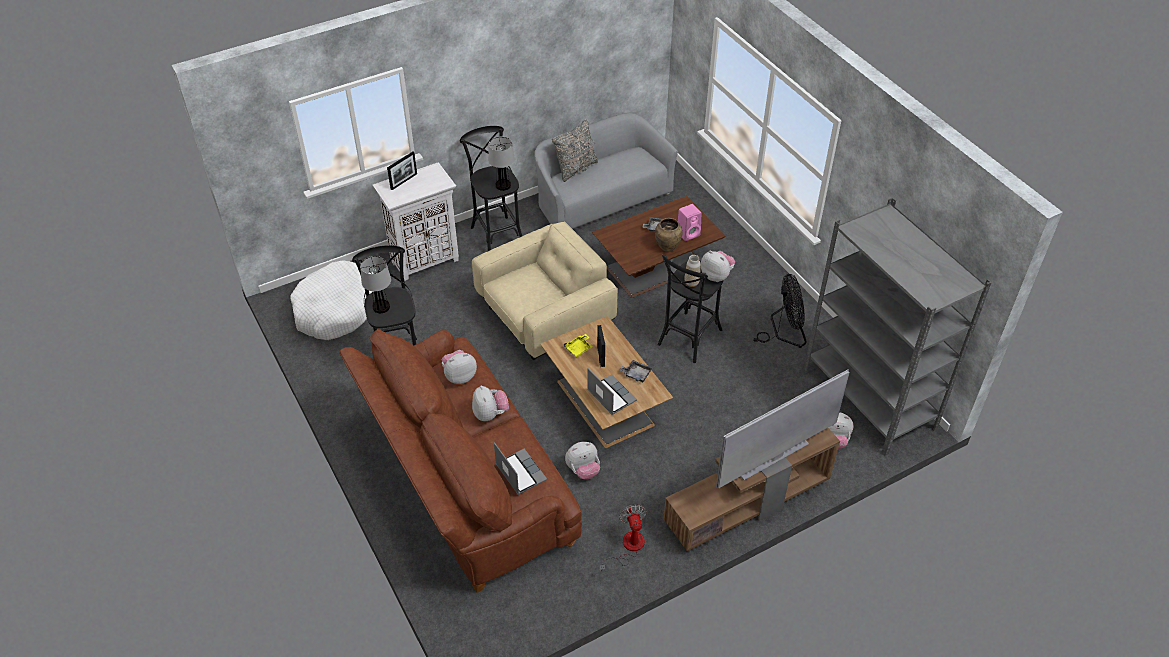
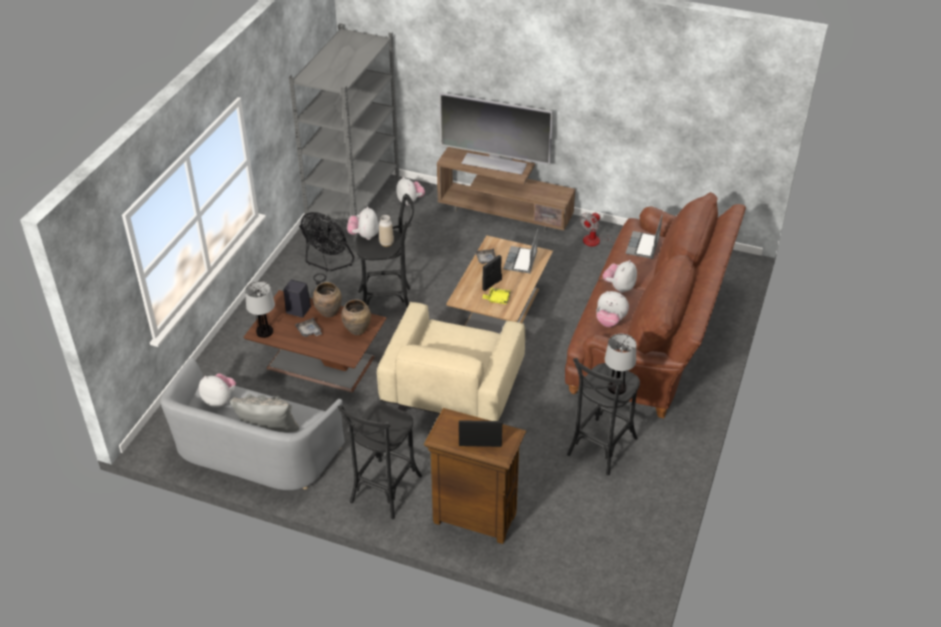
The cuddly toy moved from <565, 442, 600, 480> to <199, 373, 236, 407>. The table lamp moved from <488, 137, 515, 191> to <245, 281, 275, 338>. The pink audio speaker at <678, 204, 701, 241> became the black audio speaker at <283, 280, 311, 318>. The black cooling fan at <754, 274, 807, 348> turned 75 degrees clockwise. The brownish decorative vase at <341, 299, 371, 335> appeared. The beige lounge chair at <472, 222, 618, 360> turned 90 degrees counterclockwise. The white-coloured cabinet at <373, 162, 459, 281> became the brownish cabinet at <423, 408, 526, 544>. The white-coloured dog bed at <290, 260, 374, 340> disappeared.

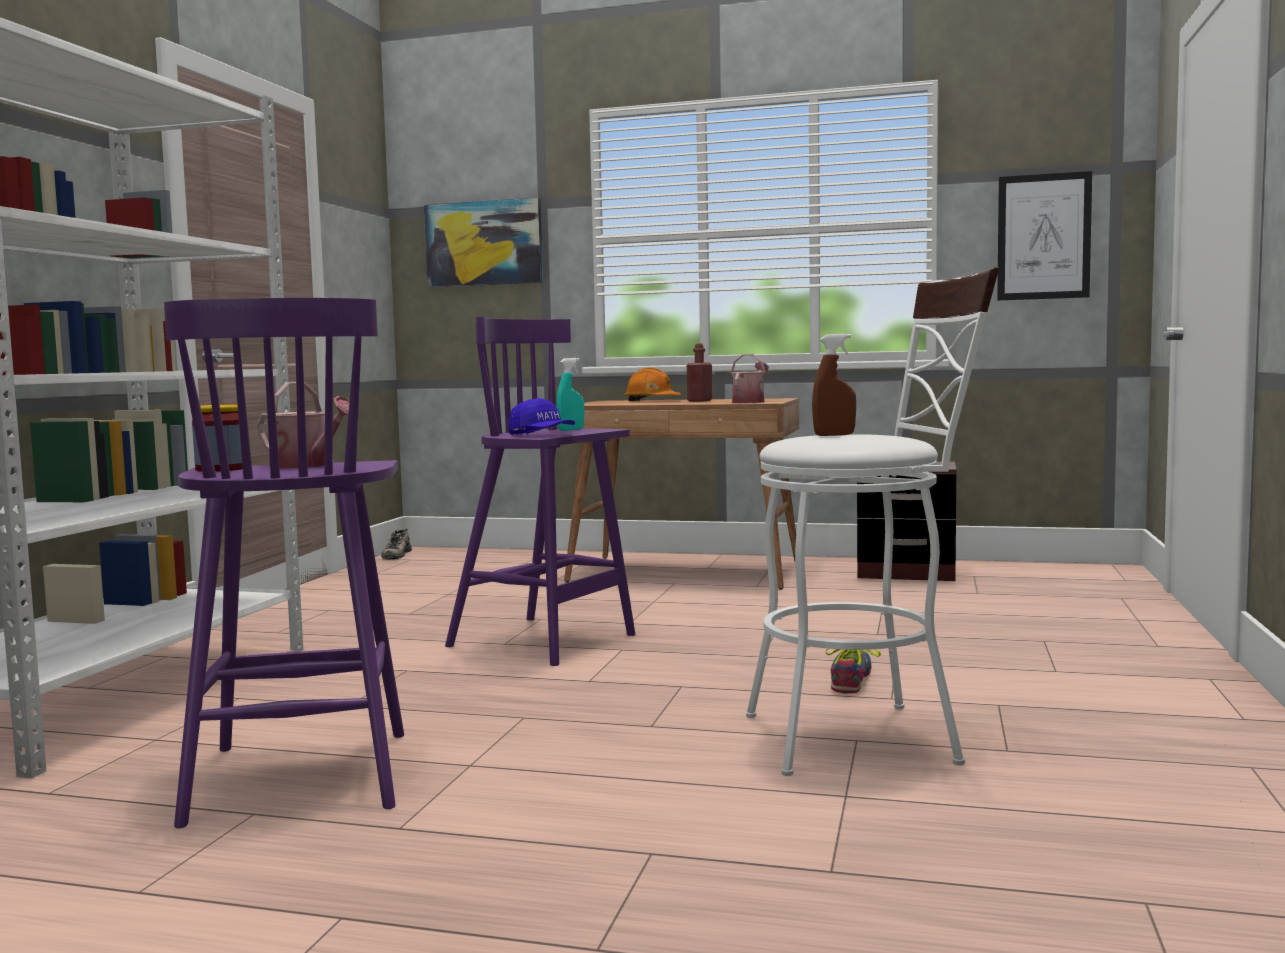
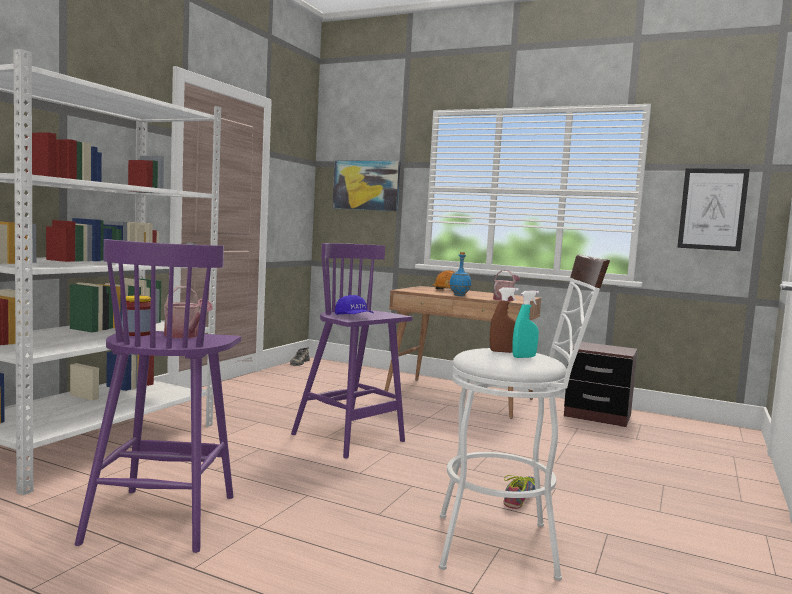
The blue-coloured bottle at <449, 252, 471, 296> appeared. The turquoise hand sprayer moved from <556, 358, 585, 431> to <512, 290, 539, 358>. The red-coloured bottle at <687, 344, 712, 402> disappeared.

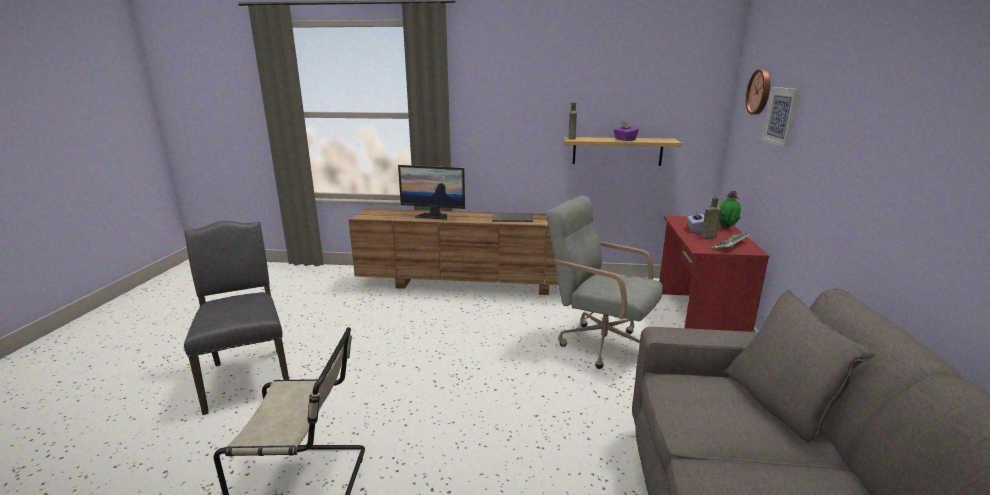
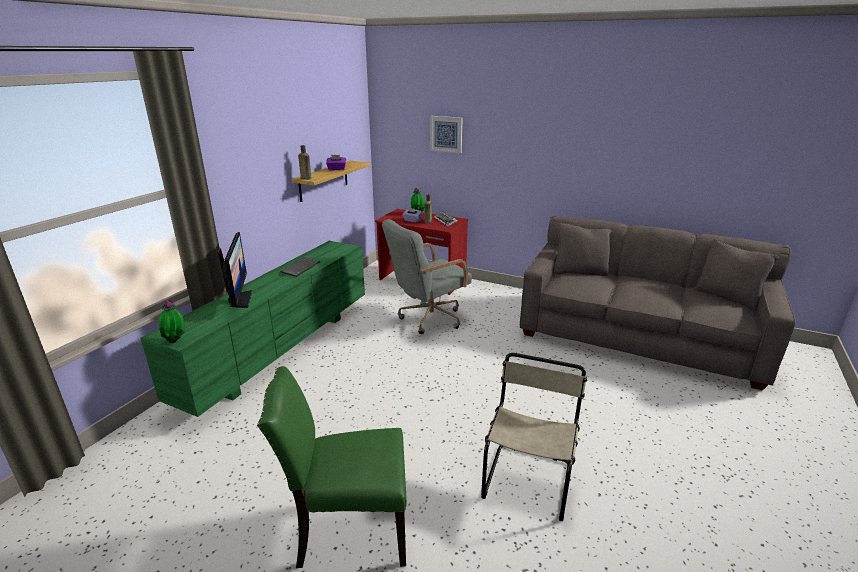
The brownish cabinet at <348, 209, 558, 295> became the greenish cabinet at <141, 241, 365, 417>. The plant in a pot at <159, 300, 185, 343> appeared. The computer screen at <398, 165, 465, 220> turned 45 degrees counterclockwise. The greyish plain chair at <184, 221, 289, 415> became the greenish plain chair at <257, 366, 407, 568>. The wall clock at <746, 69, 770, 115> disappeared.

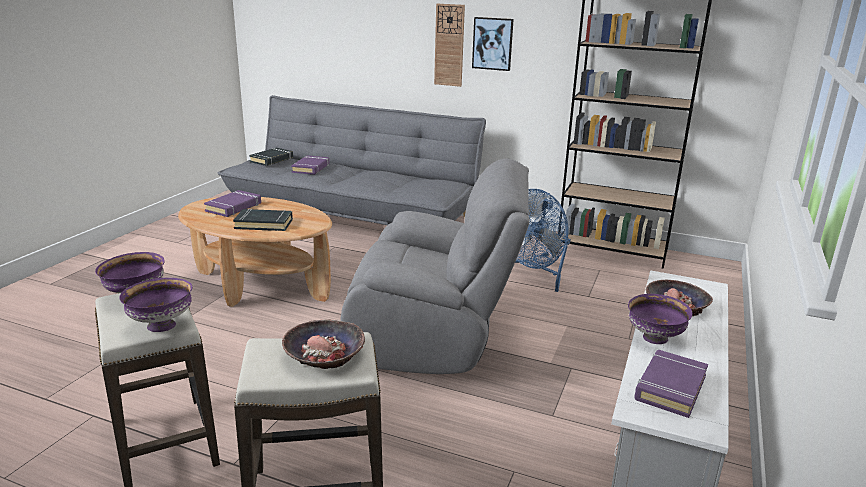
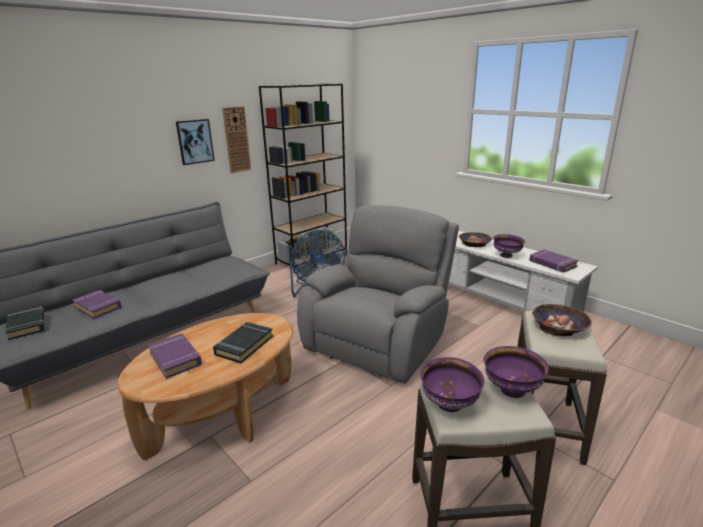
The wall clock moved from <434, 4, 465, 87> to <222, 106, 251, 173>.

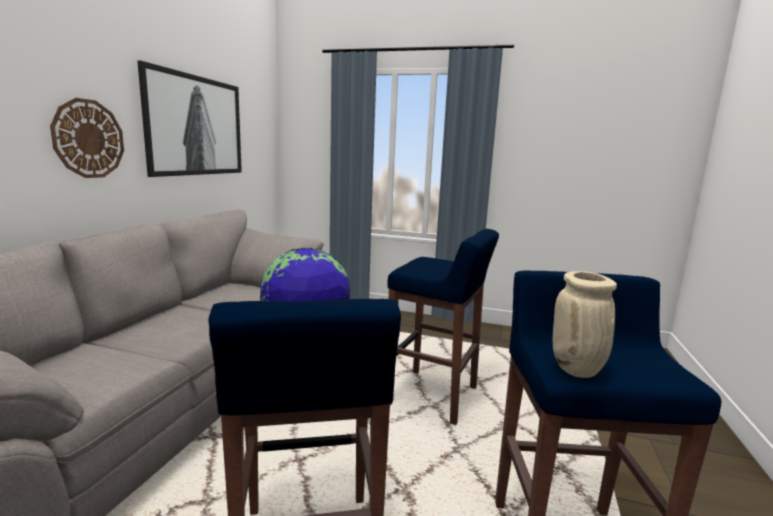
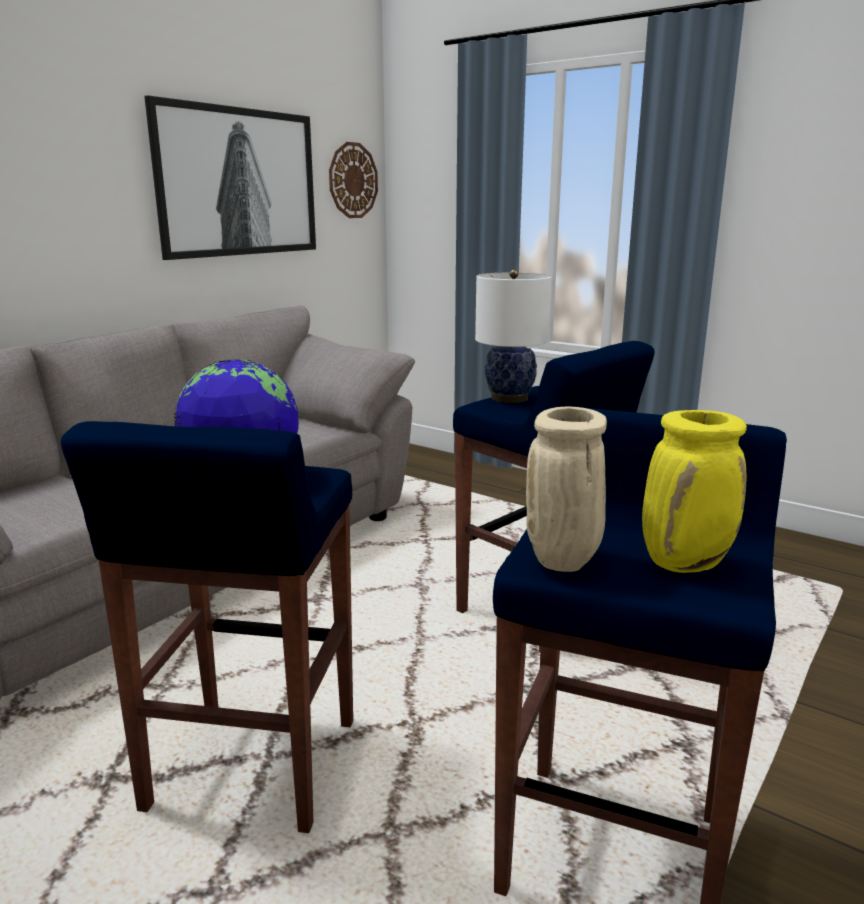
The wall clock moved from <50, 98, 124, 178> to <329, 142, 378, 218>. The white-coloured table lamp at <475, 269, 551, 403> appeared. The yellow-coloured decorative vase at <642, 410, 747, 573> appeared.

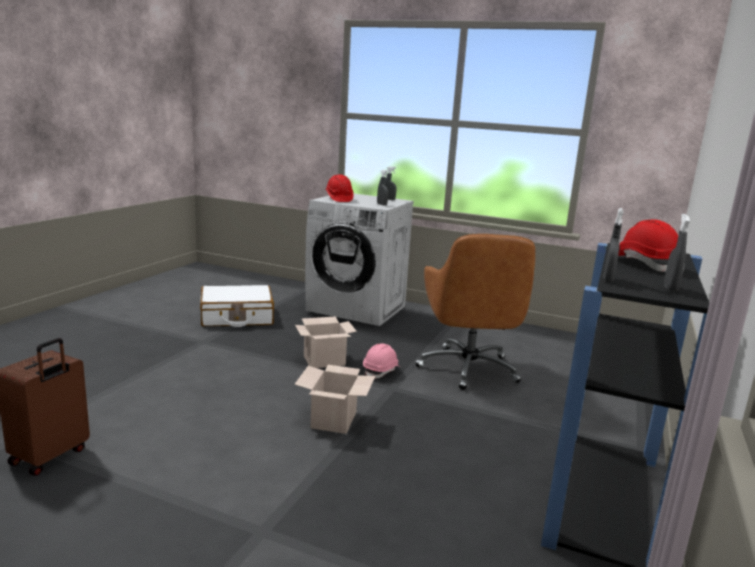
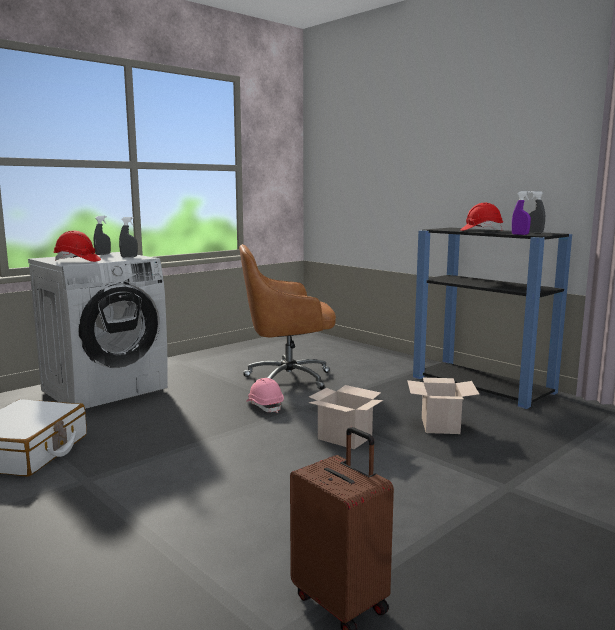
The brownish desk chair at <416, 234, 535, 390> turned 150 degrees clockwise. The carton moved from <295, 317, 357, 368> to <407, 378, 479, 434>. The greyish hand sprayer at <604, 208, 624, 282> became the purple-coloured hand sprayer at <512, 191, 531, 235>.

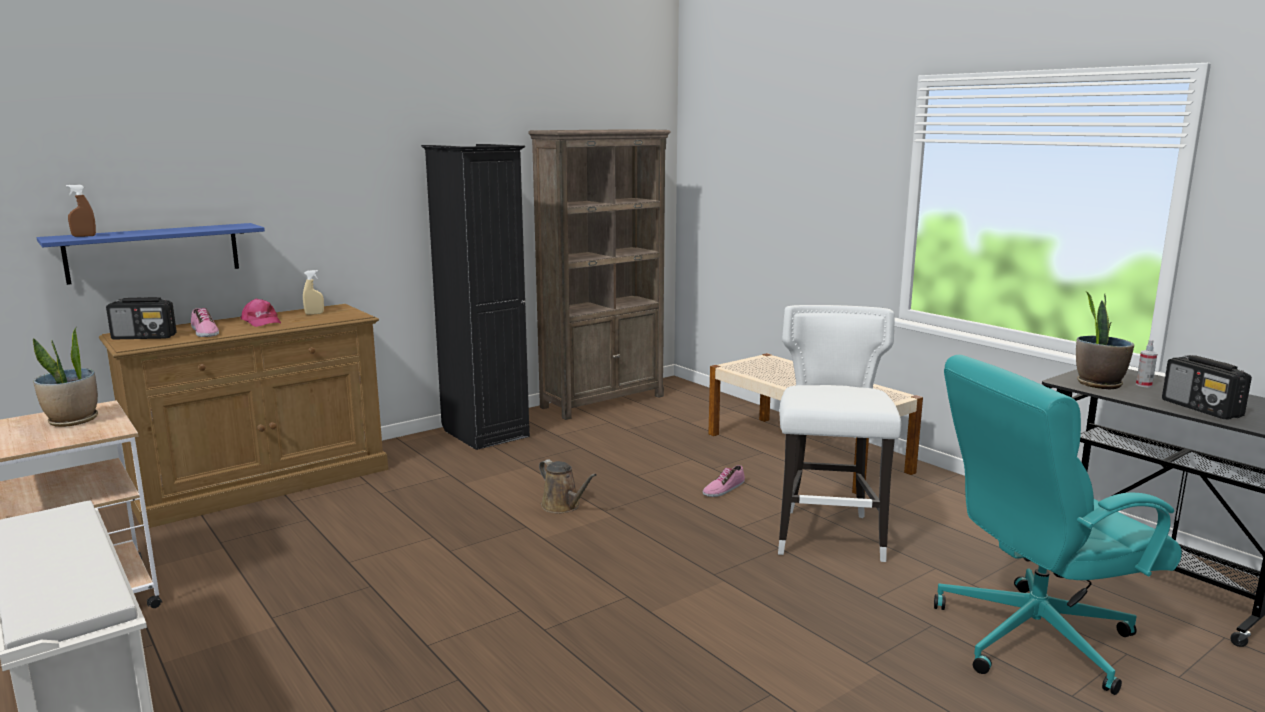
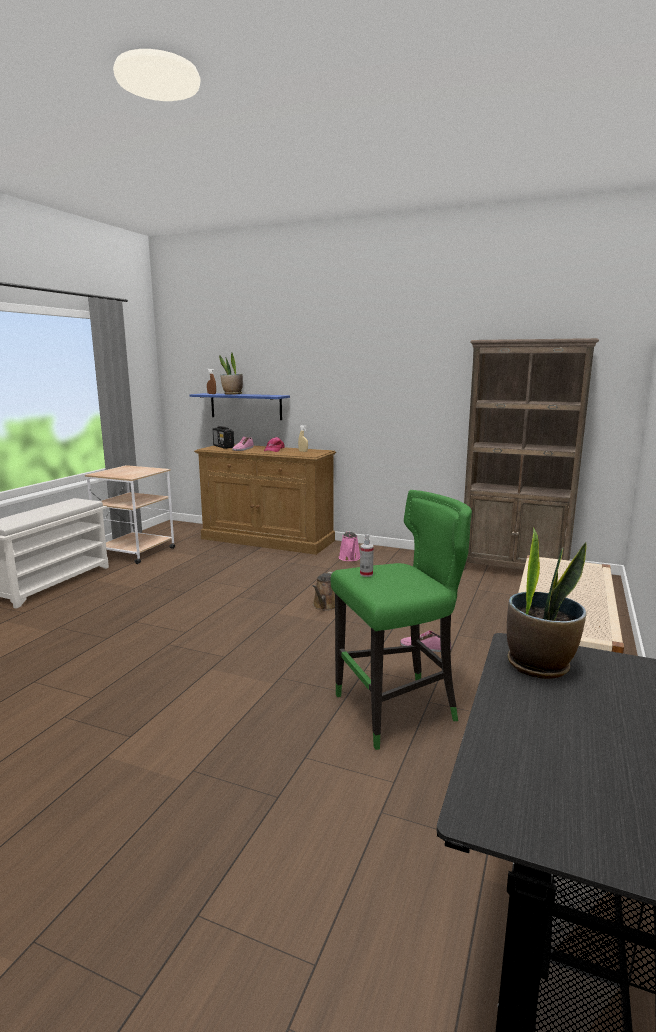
The plant in a pot moved from <33, 327, 98, 427> to <219, 353, 243, 395>. The white-coloured stool seat at <778, 305, 901, 562> became the greenish stool seat at <330, 490, 472, 750>. The pink watering pot at <339, 531, 360, 561> appeared. The hand sprayer moved from <1136, 339, 1158, 387> to <360, 534, 374, 577>. The black cabinet at <421, 144, 530, 450> disappeared. The turquoise desk chair at <934, 355, 1182, 695> disappeared. The radio at <1162, 355, 1252, 420> disappeared.

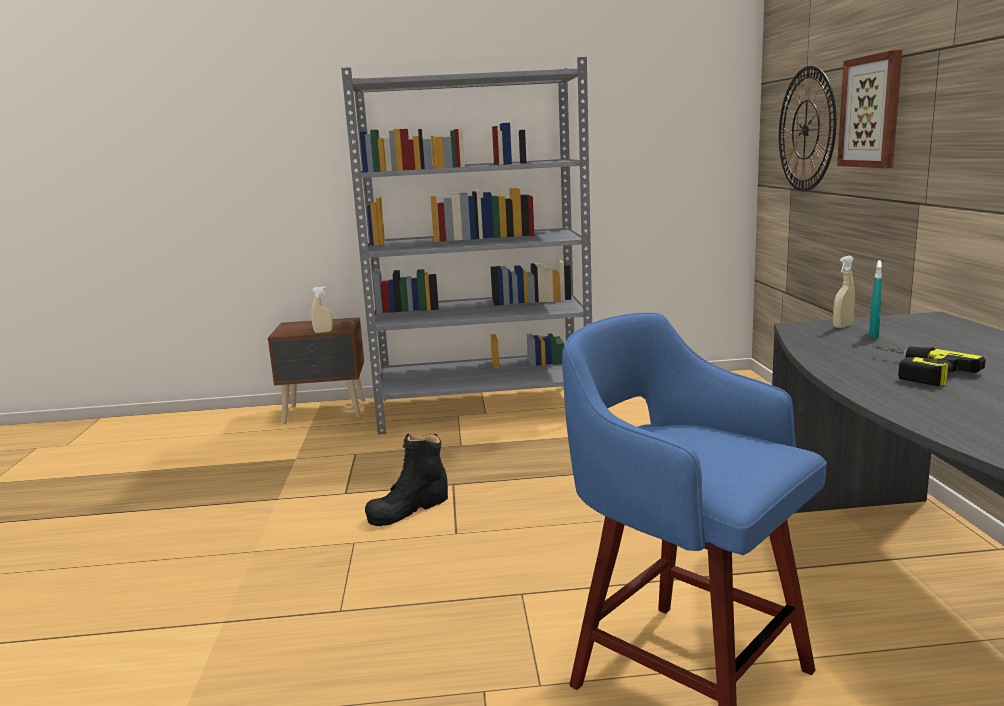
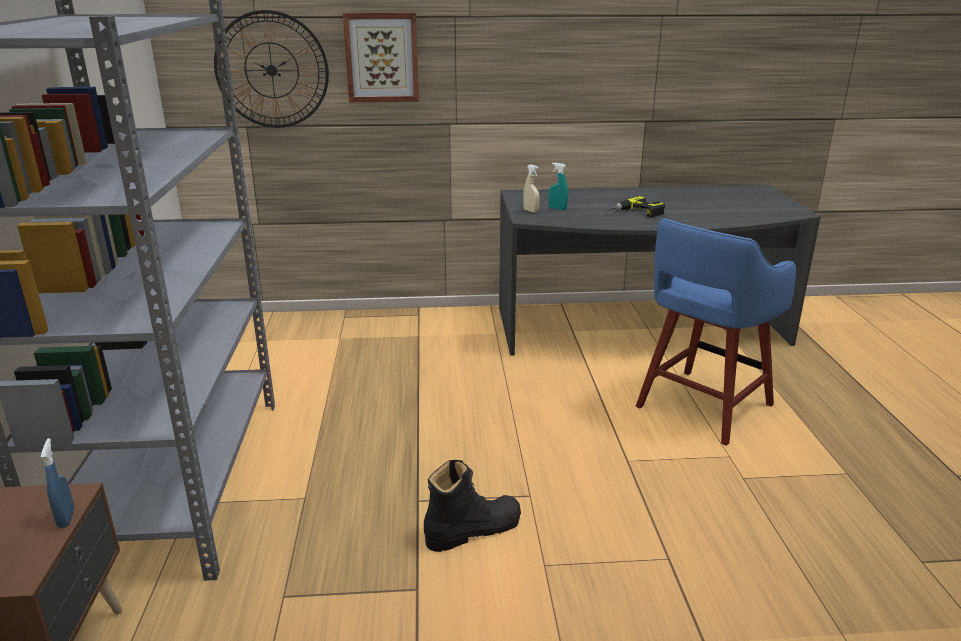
The beige hand sprayer at <311, 286, 333, 333> became the blue-coloured hand sprayer at <41, 438, 74, 528>. The black boot at <365, 433, 448, 526> turned 75 degrees counterclockwise.

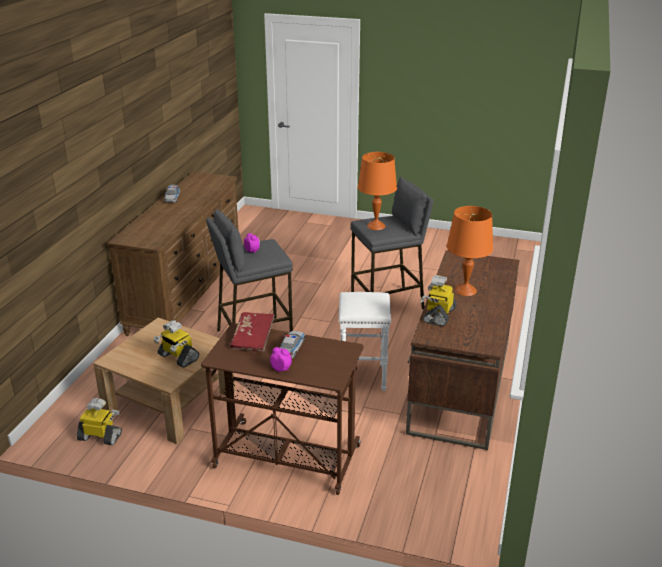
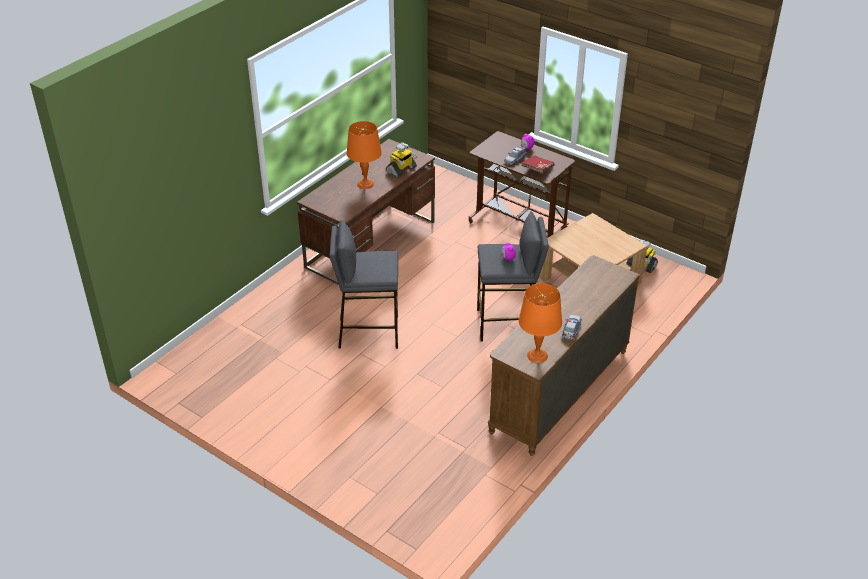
The orange table lamp moved from <358, 152, 397, 230> to <519, 283, 562, 363>. The robot figure at <153, 320, 199, 368> disappeared. The white-coloured stool seat at <339, 292, 391, 391> disappeared.

